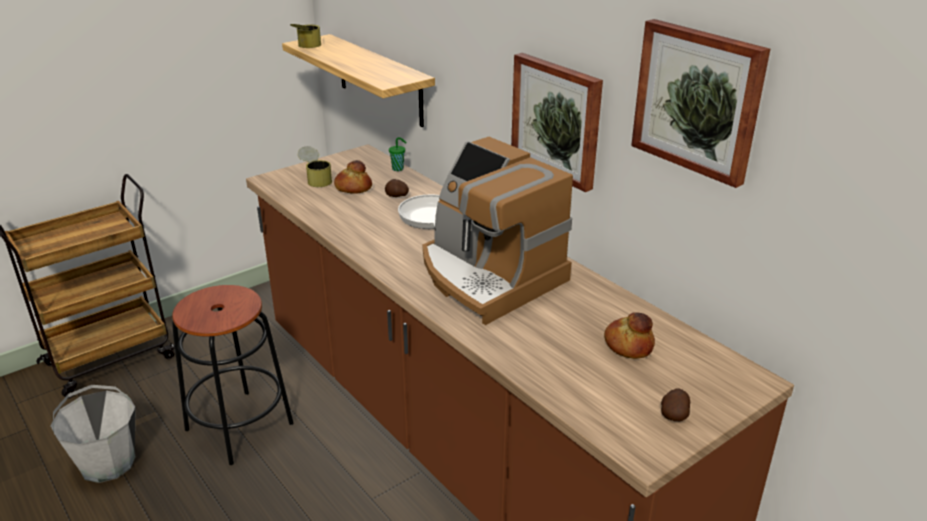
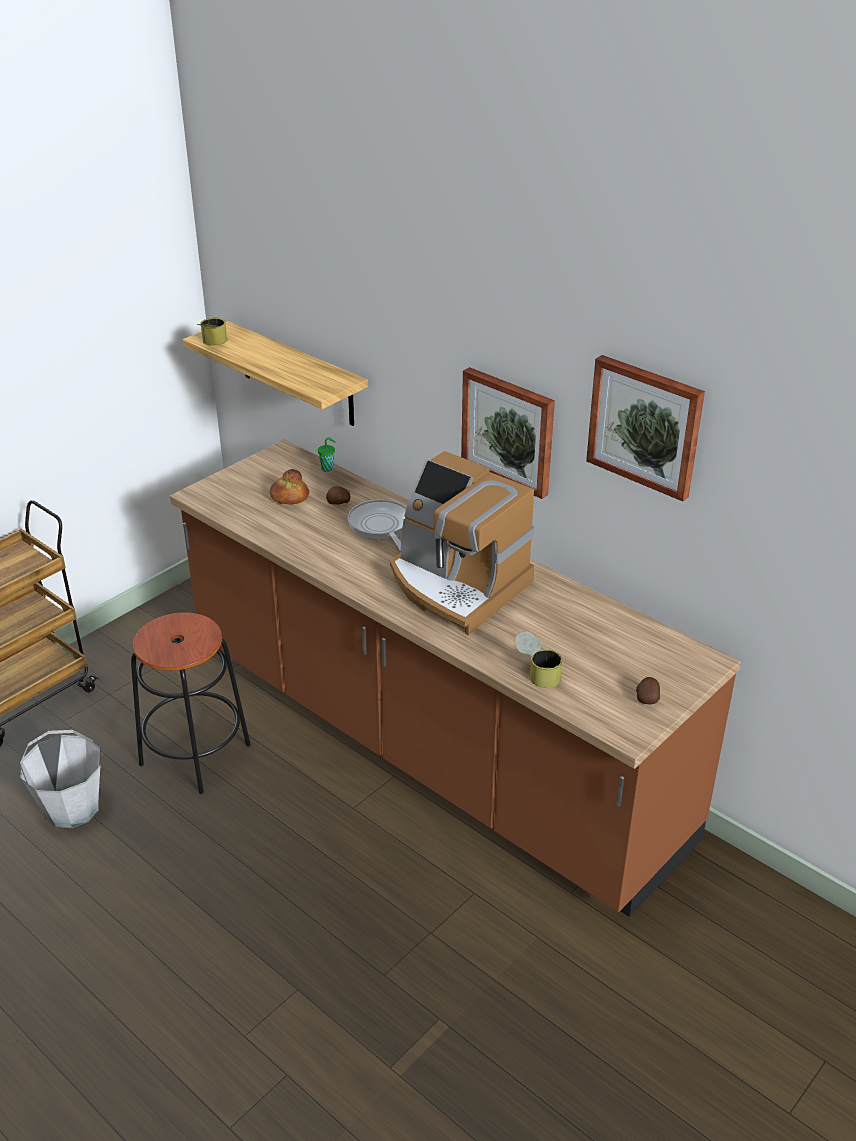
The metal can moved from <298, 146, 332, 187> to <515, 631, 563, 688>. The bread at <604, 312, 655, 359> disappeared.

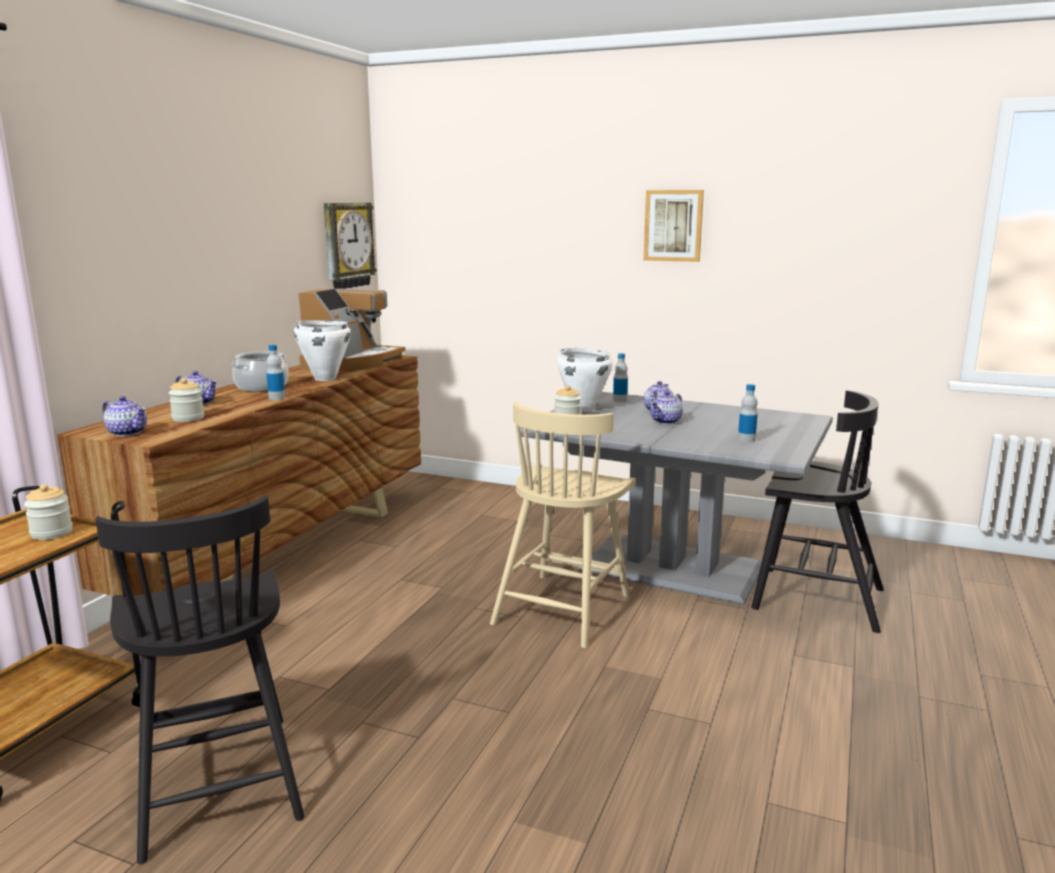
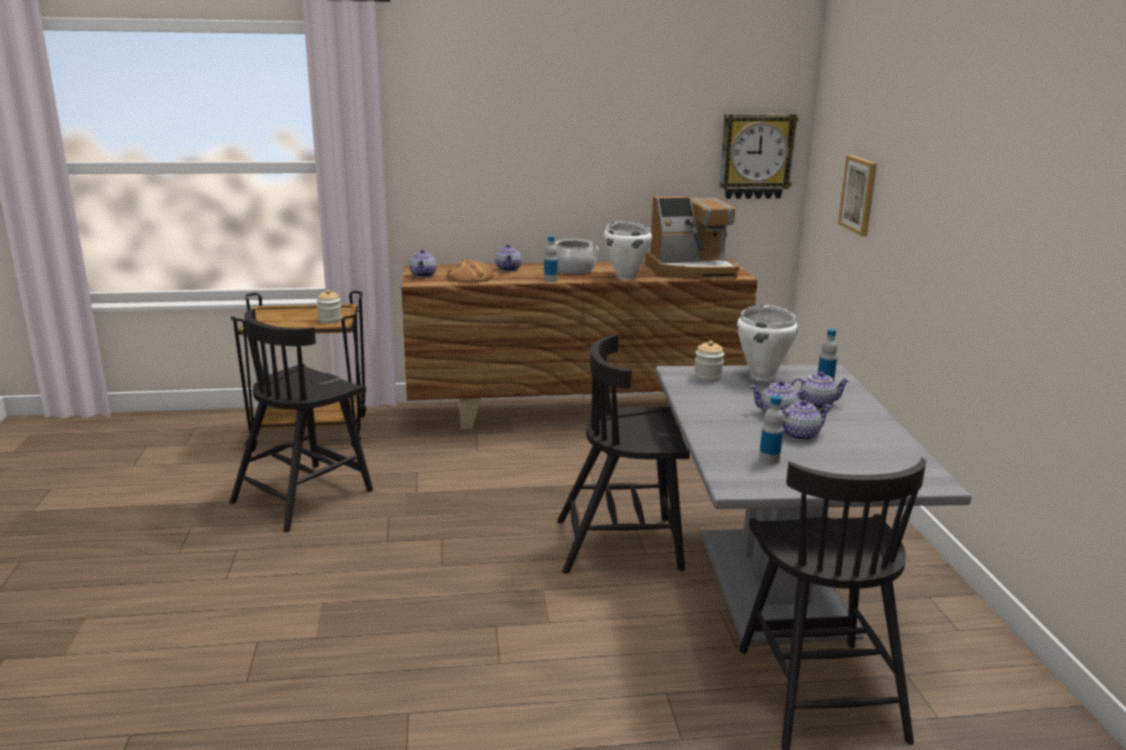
The preserve jar at <169, 378, 204, 422> was replaced by the bread at <447, 259, 494, 283>. The beige plain chair at <490, 401, 636, 648> became the black plain chair at <557, 335, 690, 573>. The tea pot at <781, 400, 832, 441> appeared. The wall art moved from <644, 190, 704, 262> to <838, 155, 877, 236>.

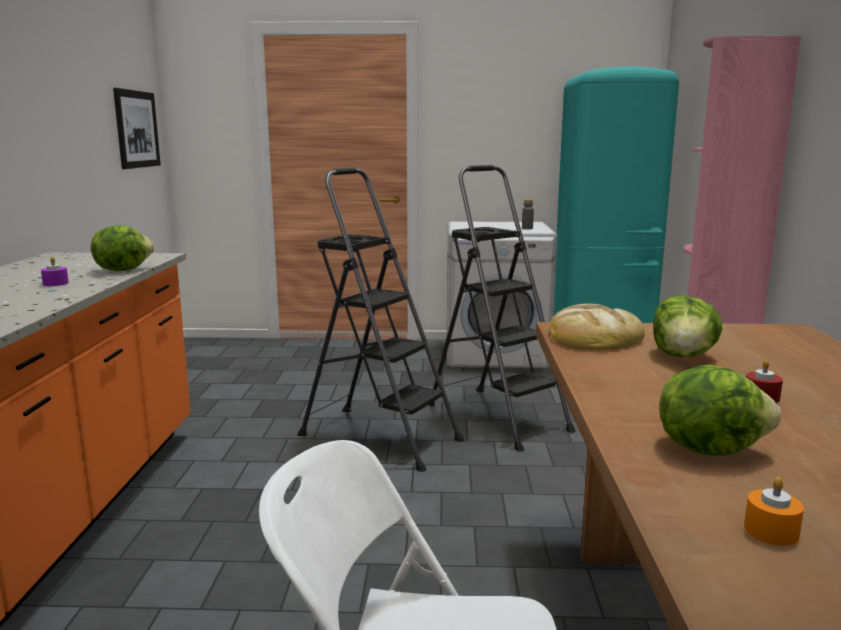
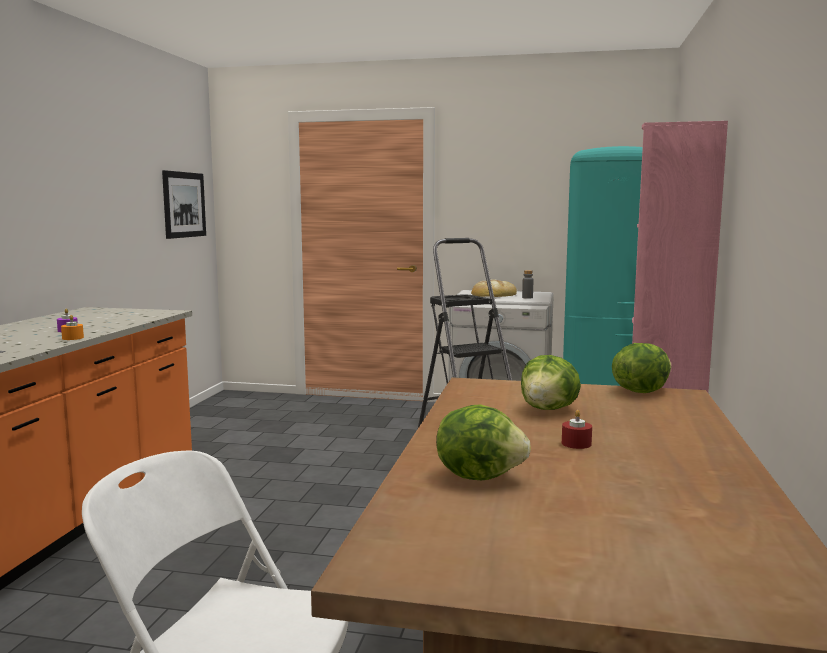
The orange candle moved from <744, 477, 804, 546> to <61, 315, 84, 340>. The bread moved from <549, 304, 645, 350> to <471, 280, 517, 297>. The head of lettuce moved from <91, 225, 154, 271> to <612, 343, 672, 393>. The step ladder at <297, 167, 465, 472> disappeared.

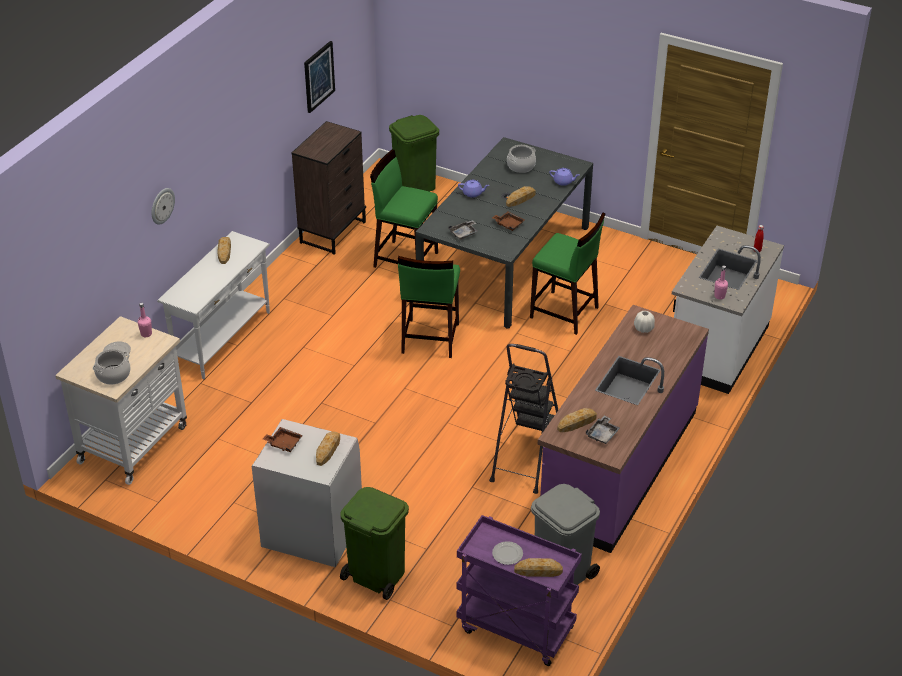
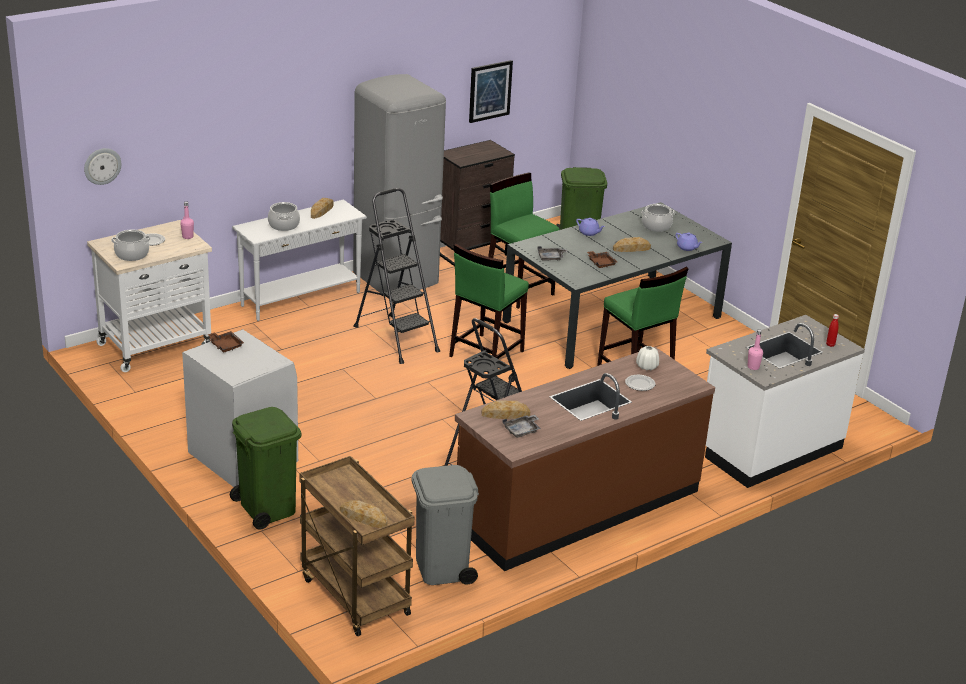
The wall clock moved from <152, 188, 175, 225> to <84, 148, 121, 185>. The cooking pot at <268, 202, 300, 231> appeared. The purple-coloured wheeled cart at <456, 515, 582, 666> became the brownish wheeled cart at <299, 456, 414, 636>. The greyish refrigerator at <353, 74, 446, 296> appeared. The step ladder at <353, 188, 440, 364> appeared. The purple-coloured counter at <537, 305, 709, 553> became the brownish counter at <455, 347, 715, 571>. The dinner plate moved from <492, 541, 523, 565> to <625, 375, 655, 391>. The bread at <316, 431, 340, 466> disappeared.

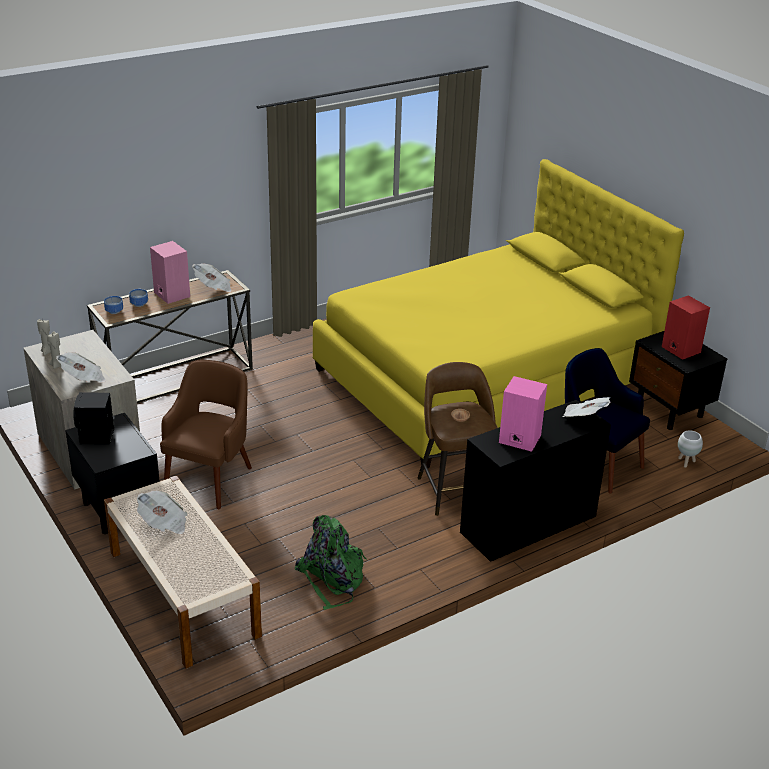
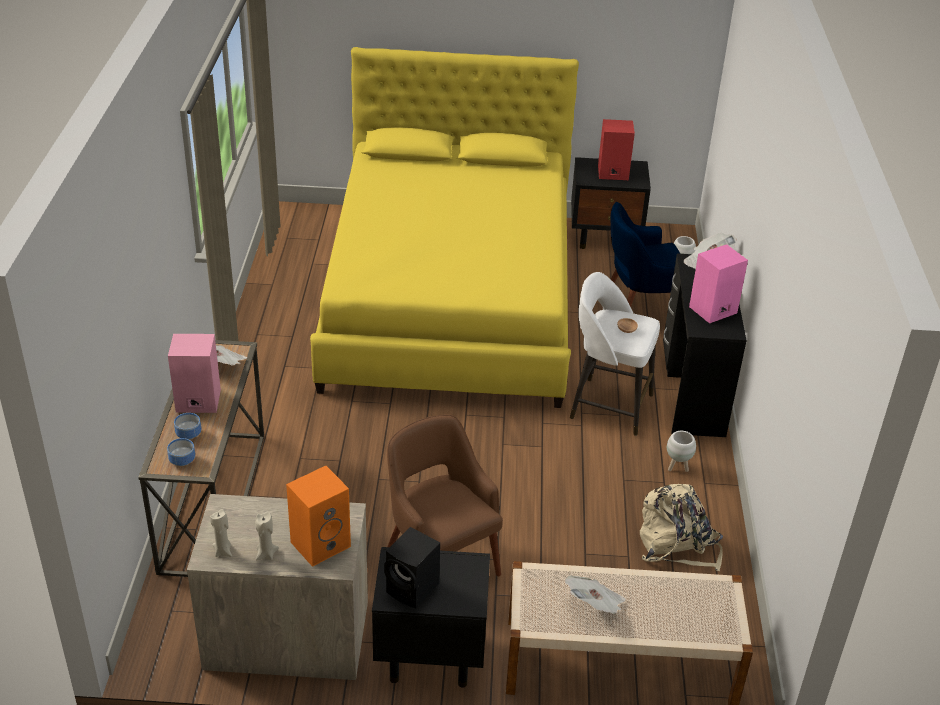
The newspaper at <56, 352, 106, 382> was replaced by the orange audio speaker at <286, 466, 351, 567>. The brownish stool seat at <418, 362, 498, 516> became the white-coloured stool seat at <570, 272, 660, 436>. The greenish rucksack at <294, 515, 367, 610> became the beige rucksack at <640, 484, 723, 571>. The white-coloured plant pot at <667, 431, 696, 472> appeared.

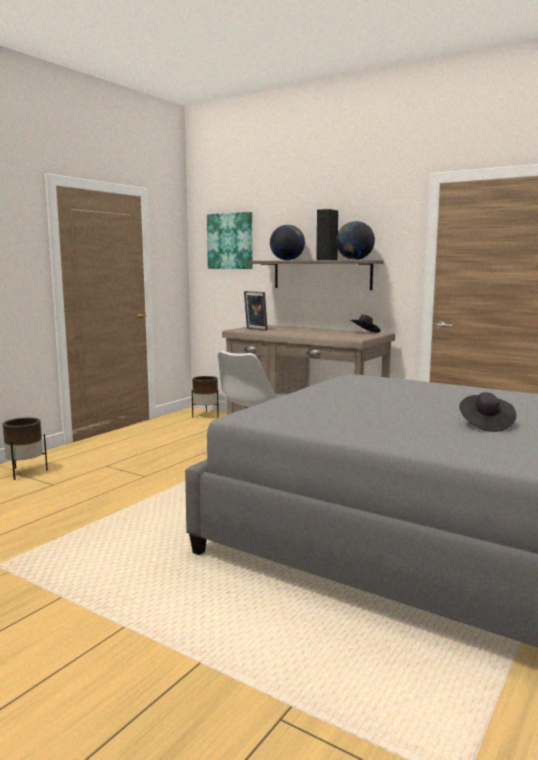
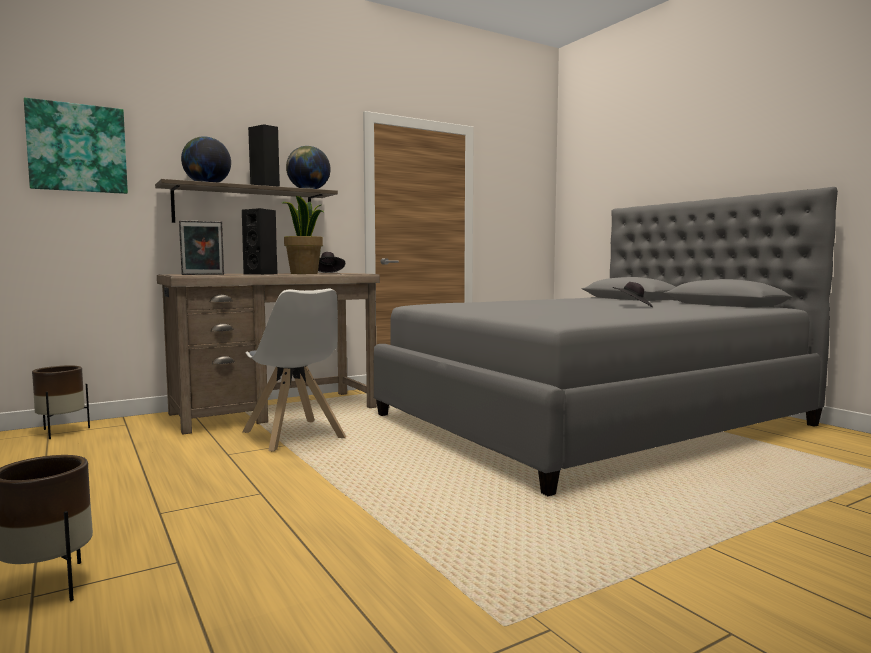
The black audio speaker at <241, 208, 277, 275> appeared. The plant in a pot at <282, 196, 324, 274> appeared.

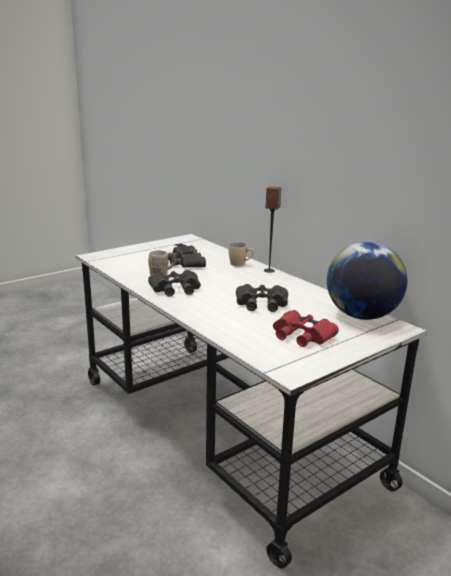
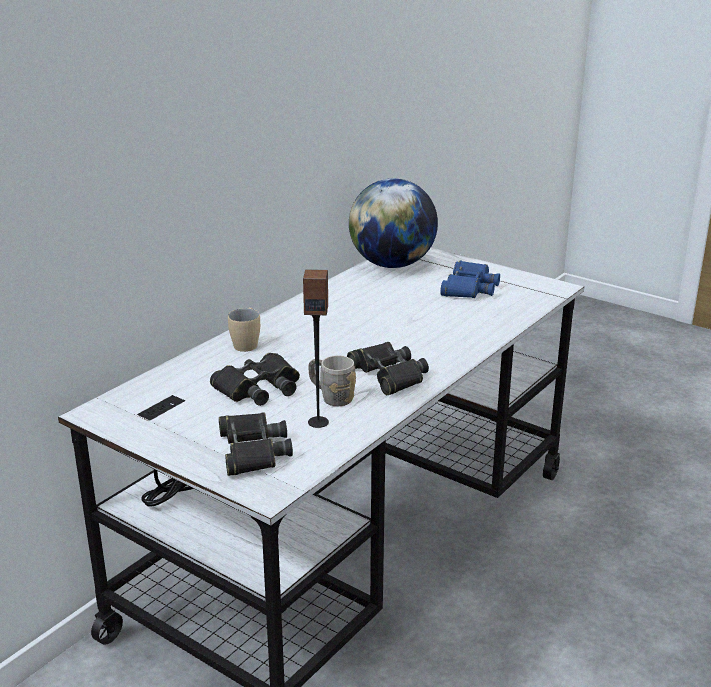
The black field glasses moved from <236, 284, 288, 312> to <219, 412, 293, 476>. The audio speaker moved from <264, 186, 281, 273> to <303, 270, 329, 428>. The red-coloured field glasses at <273, 310, 339, 347> became the blue-coloured field glasses at <440, 260, 500, 298>.

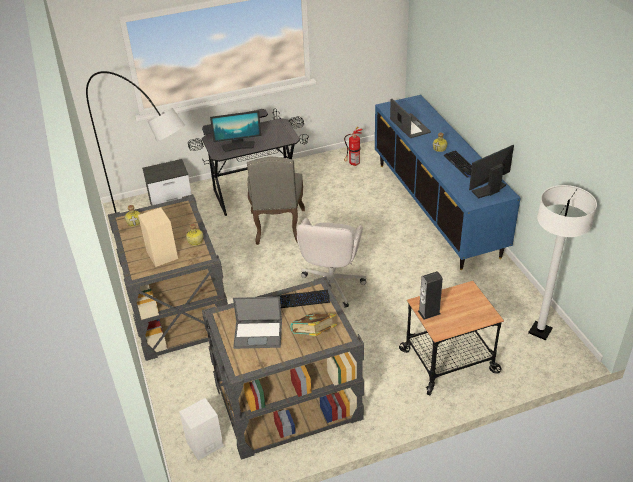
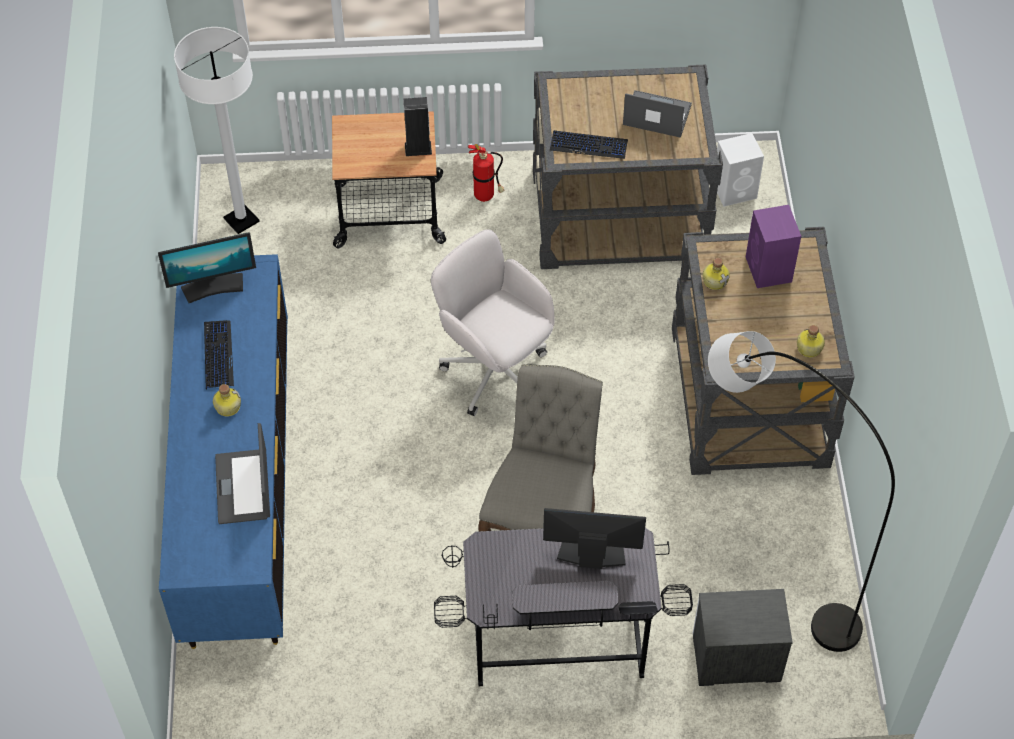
The white-coloured desk chair at <297, 217, 366, 308> turned 75 degrees counterclockwise. The fire extinguisher moved from <344, 127, 363, 166> to <468, 144, 504, 202>. The beige audio speaker at <138, 207, 178, 267> became the purple-coloured audio speaker at <746, 205, 801, 288>. The bound book at <290, 313, 337, 336> disappeared.

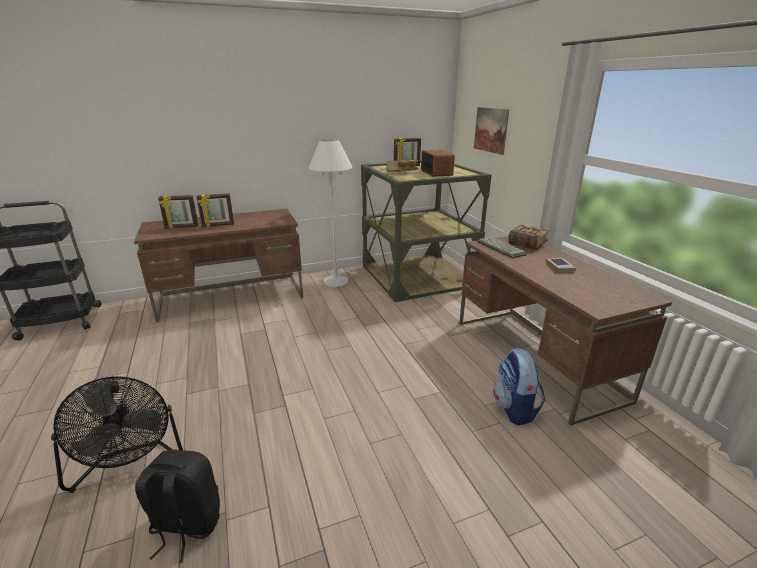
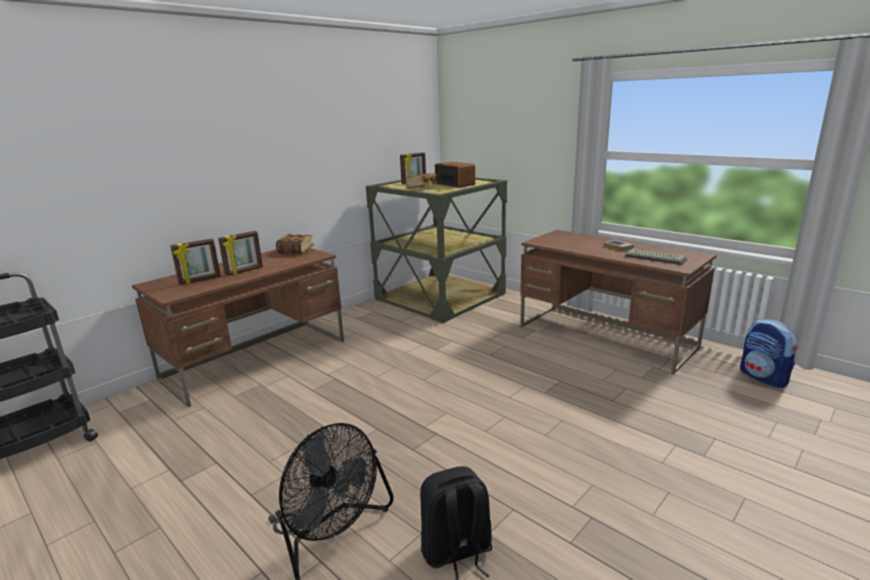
The bound book moved from <509, 225, 549, 250> to <276, 234, 314, 254>. The computer keyboard moved from <477, 237, 527, 258> to <625, 249, 687, 265>. The rucksack moved from <493, 348, 545, 425> to <740, 319, 798, 388>. The white-coloured standard lamp at <309, 139, 352, 287> disappeared. The wall art at <474, 107, 509, 155> disappeared.

